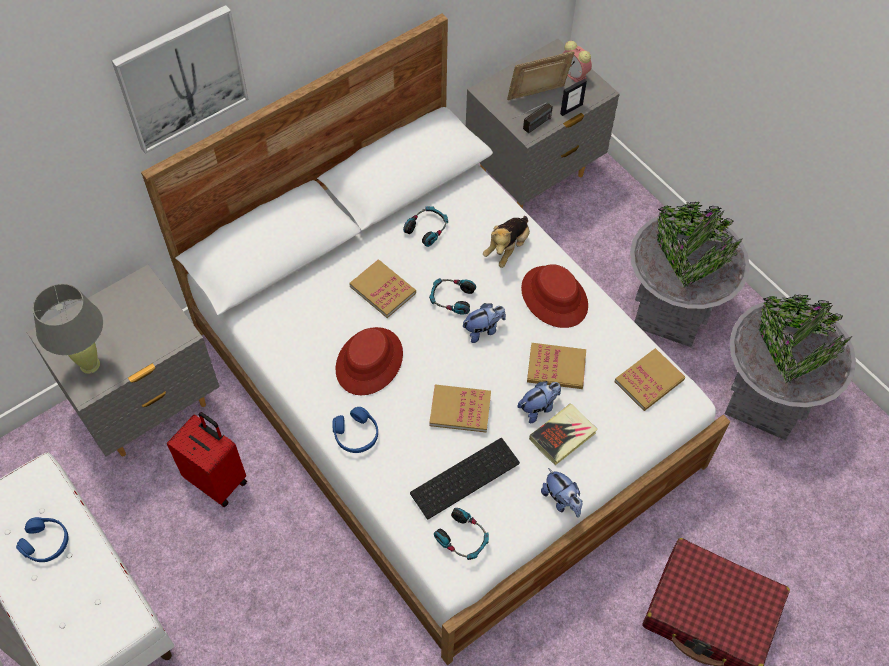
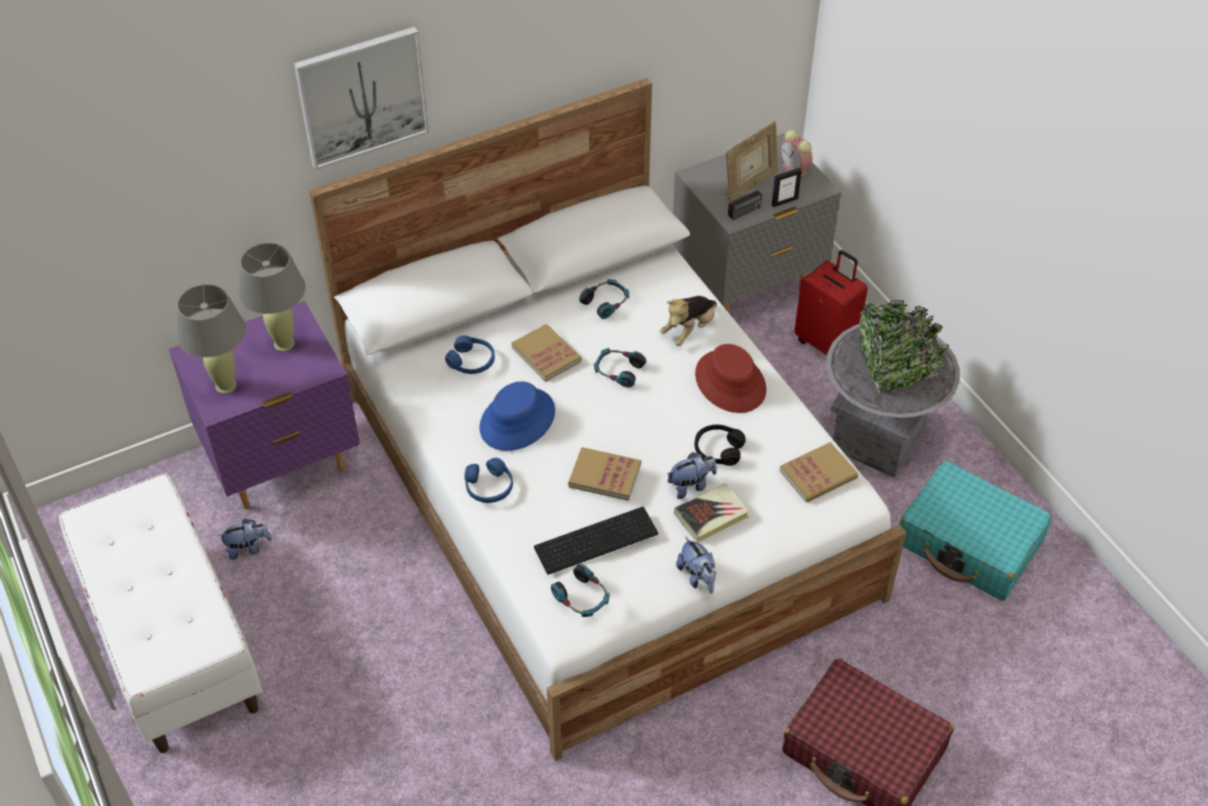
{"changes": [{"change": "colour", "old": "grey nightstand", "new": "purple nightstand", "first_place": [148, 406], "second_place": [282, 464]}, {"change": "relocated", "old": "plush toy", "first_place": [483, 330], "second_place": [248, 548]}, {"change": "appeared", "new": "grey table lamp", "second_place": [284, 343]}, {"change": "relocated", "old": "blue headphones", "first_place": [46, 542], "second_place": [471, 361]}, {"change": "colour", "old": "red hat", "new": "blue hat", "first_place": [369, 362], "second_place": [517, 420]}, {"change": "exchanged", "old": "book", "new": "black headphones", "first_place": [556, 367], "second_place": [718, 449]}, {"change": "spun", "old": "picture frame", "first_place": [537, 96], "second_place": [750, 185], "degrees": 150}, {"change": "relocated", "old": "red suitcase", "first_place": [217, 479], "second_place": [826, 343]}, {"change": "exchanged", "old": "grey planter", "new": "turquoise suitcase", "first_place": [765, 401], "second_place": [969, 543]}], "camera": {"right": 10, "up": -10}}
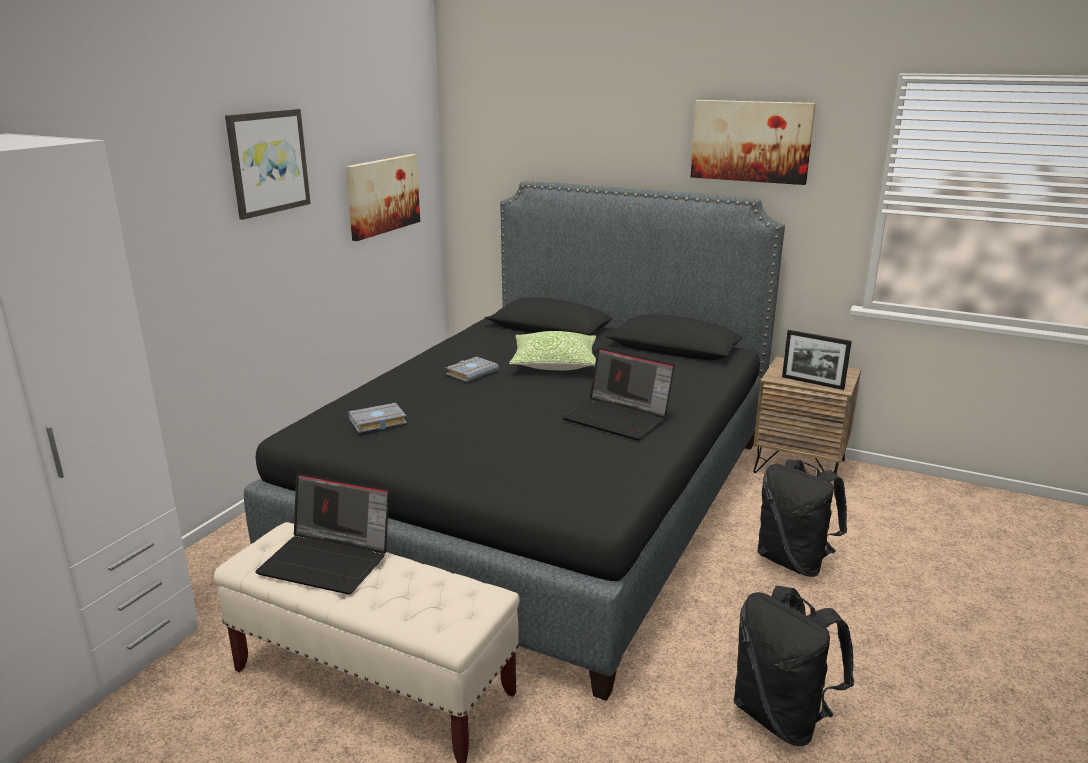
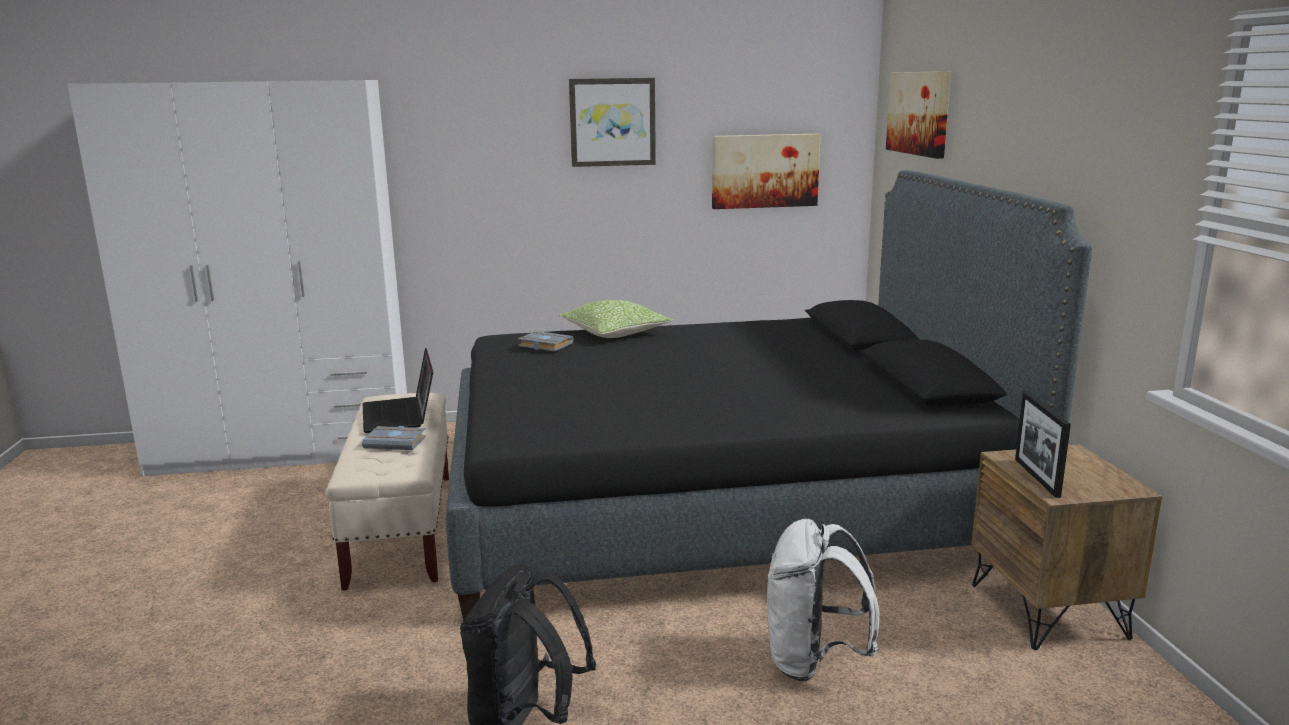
{"changes": [{"change": "relocated", "old": "grey book", "first_place": [472, 372], "second_place": [396, 442]}, {"change": "relocated", "old": "pillow", "first_place": [554, 364], "second_place": [615, 333]}, {"change": "colour", "old": "black backpack", "new": "white backpack", "first_place": [794, 561], "second_place": [814, 661]}, {"change": "relocated", "old": "picture", "first_place": [751, 141], "second_place": [919, 113]}, {"change": "missing", "old": "laptop", "first_place": [618, 418]}], "camera": {"right": 55, "up": -5}}
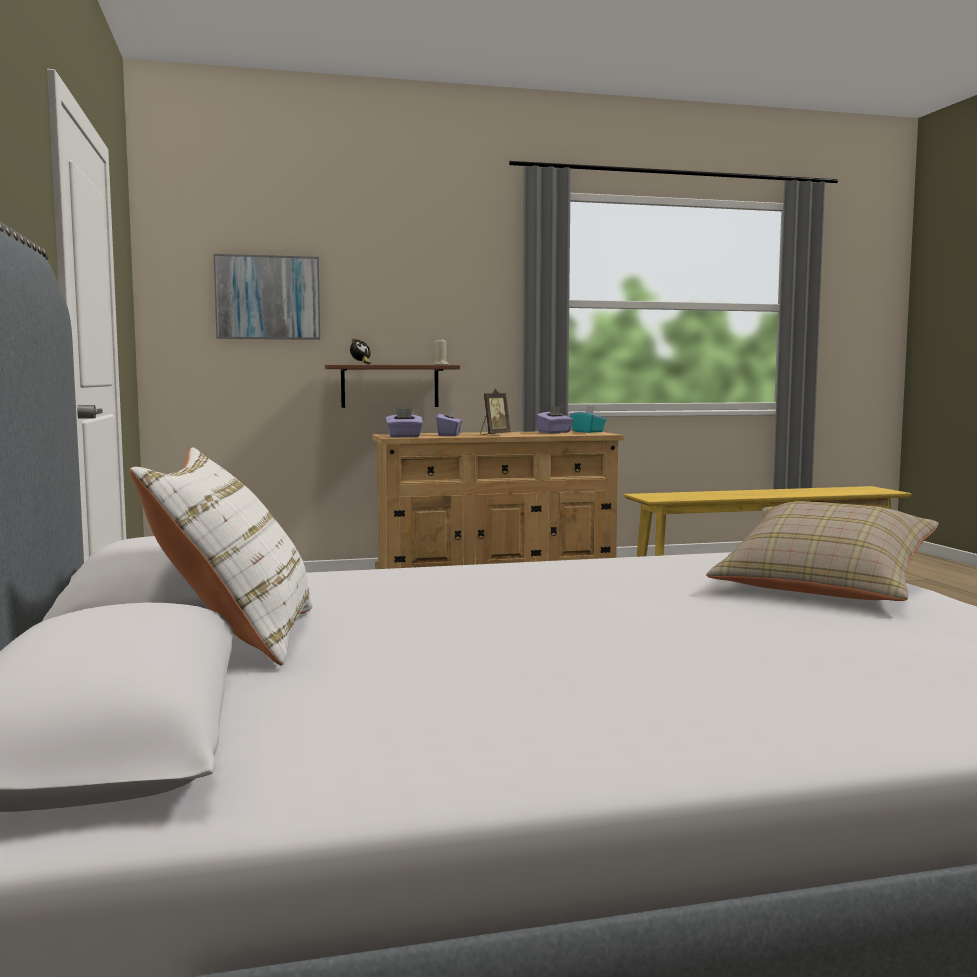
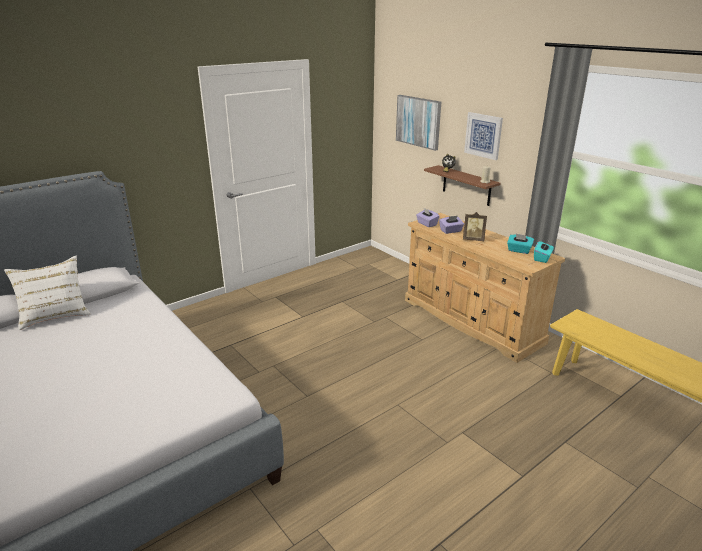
{"changes": [{"change": "appeared", "new": "picture", "second_place": [483, 135]}, {"change": "colour", "old": "purple tissue box", "new": "turquoise tissue box", "first_place": [554, 432], "second_place": [519, 250]}, {"change": "missing", "old": "beige pillow", "first_place": [823, 587]}], "camera": {"right": 65, "up": 20}}
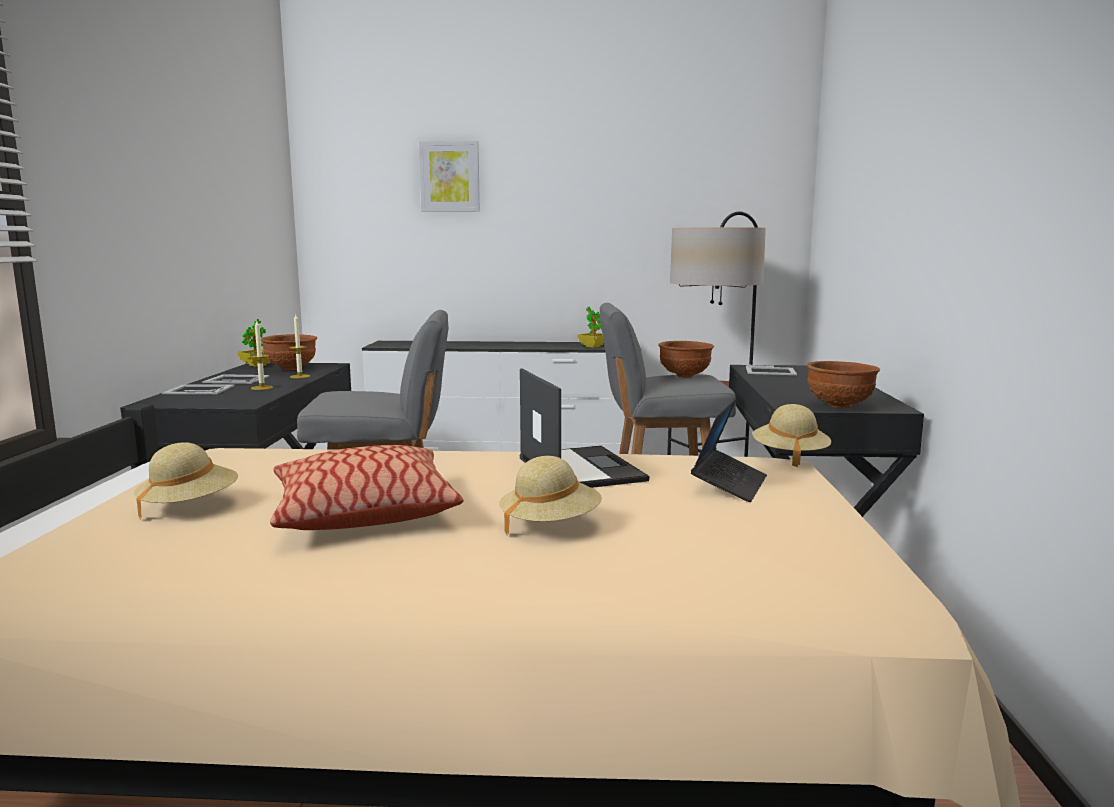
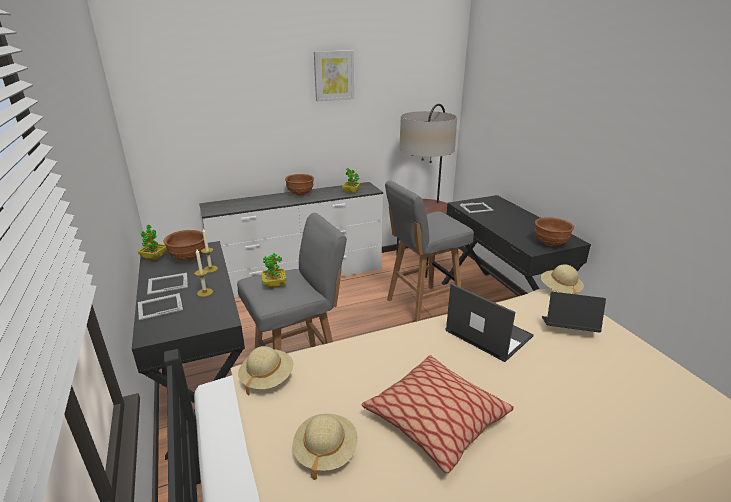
{"changes": [{"change": "relocated", "old": "beige hat", "first_place": [550, 524], "second_place": [267, 378]}, {"change": "appeared", "new": "potted plant", "second_place": [274, 284]}, {"change": "relocated", "old": "brown bowl", "first_place": [685, 376], "second_place": [300, 194]}, {"change": "relocated", "old": "picture", "first_place": [450, 176], "second_place": [334, 75]}, {"change": "spun", "old": "laptop", "first_place": [729, 484], "second_place": [568, 328], "degrees": -75}], "camera": {"right": -25, "up": 15}}
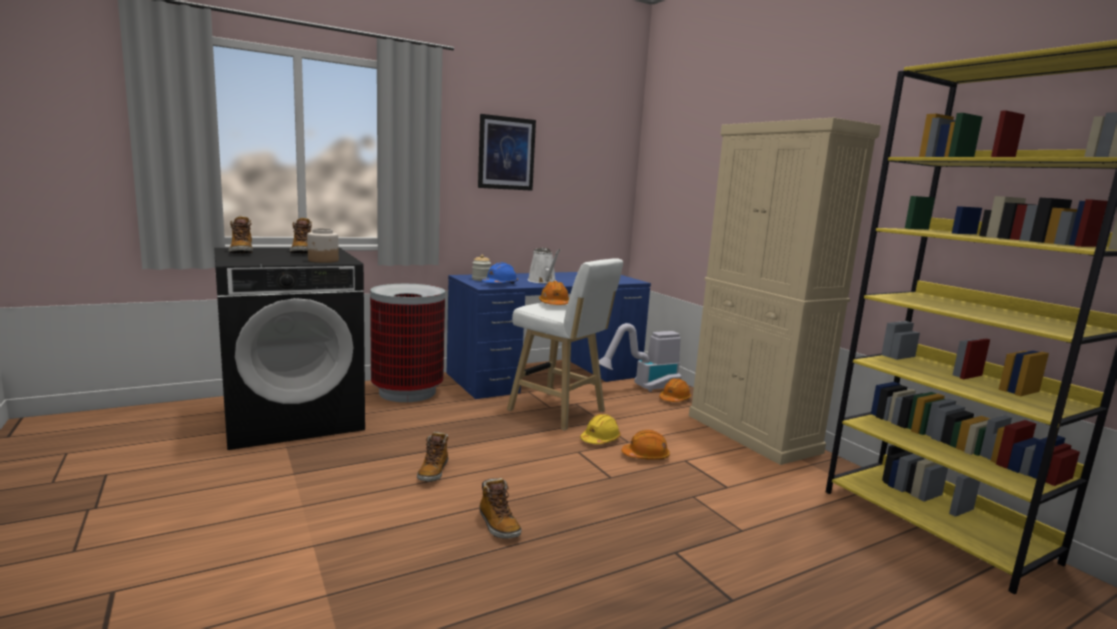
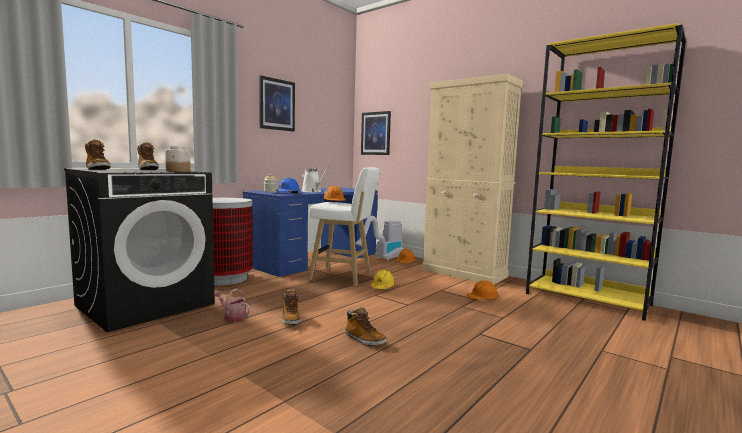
{"changes": [{"change": "appeared", "new": "watering can", "second_place": [232, 317]}, {"change": "appeared", "new": "picture", "second_place": [375, 133]}, {"change": "relocated", "old": "orange hard hat", "first_place": [645, 456], "second_place": [483, 299]}], "camera": {"right": -20, "up": -5}}
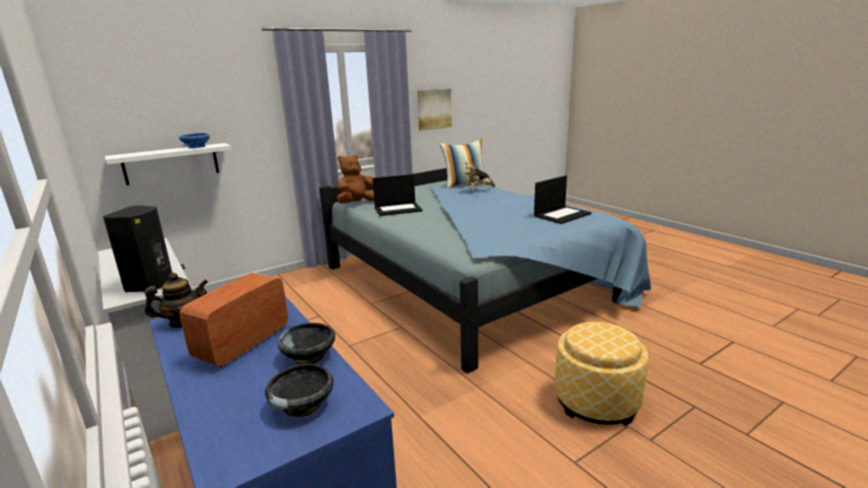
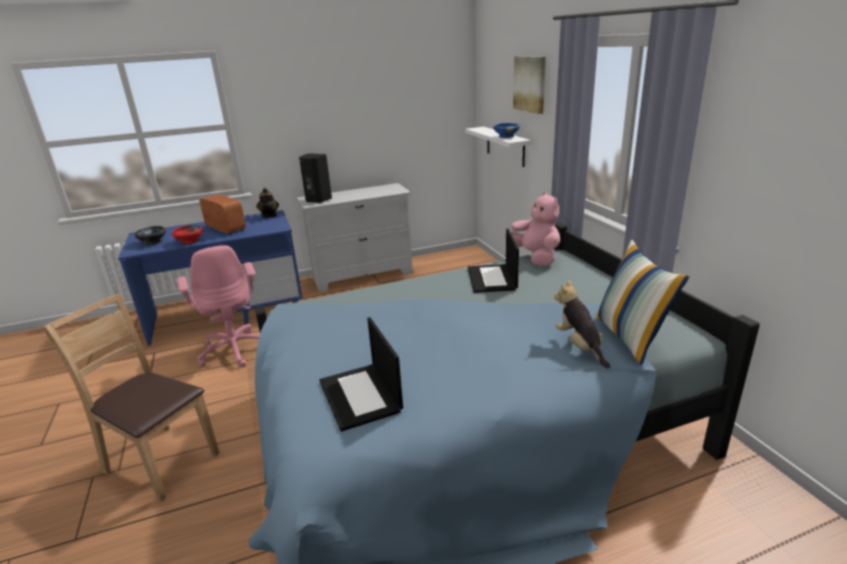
{"changes": [{"change": "exchanged", "old": "ottoman", "new": "brown chair", "first_place": [596, 401], "second_place": [162, 461]}, {"change": "colour", "old": "black bowl", "new": "red bowl", "first_place": [309, 357], "second_place": [189, 241]}, {"change": "appeared", "new": "pink office chair", "second_place": [235, 349]}, {"change": "colour", "old": "brown plush toy", "new": "pink plush toy", "first_place": [357, 203], "second_place": [535, 257]}, {"change": "relocated", "old": "picture", "first_place": [434, 109], "second_place": [530, 84]}], "camera": {"right": 105, "up": 5}}
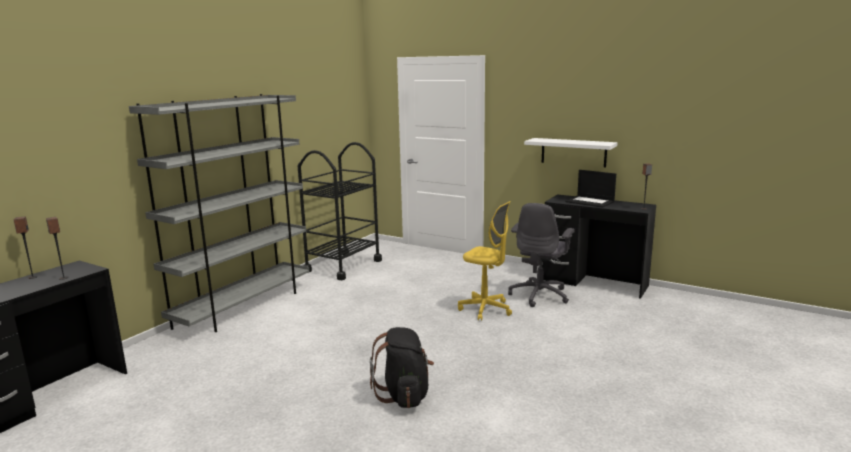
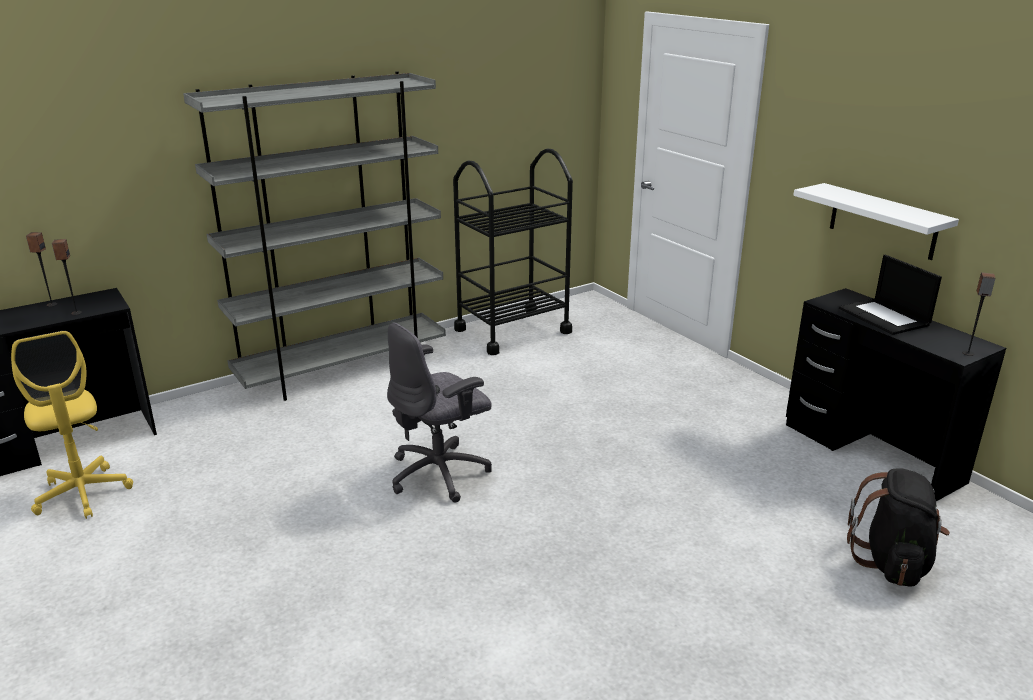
{"changes": [{"change": "relocated", "old": "yellow office chair", "first_place": [485, 309], "second_place": [83, 494]}, {"change": "relocated", "old": "grey office chair", "first_place": [540, 295], "second_place": [440, 473]}, {"change": "relocated", "old": "black backpack", "first_place": [404, 395], "second_place": [892, 562]}], "camera": {"right": 25, "up": 10}}
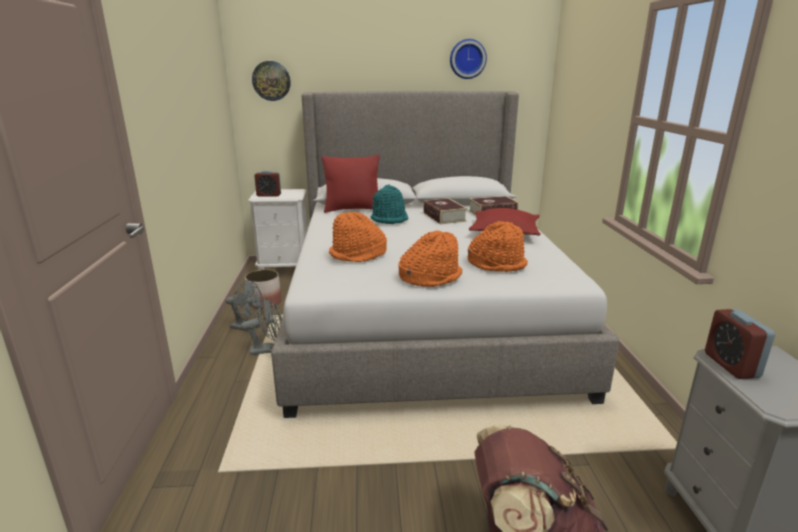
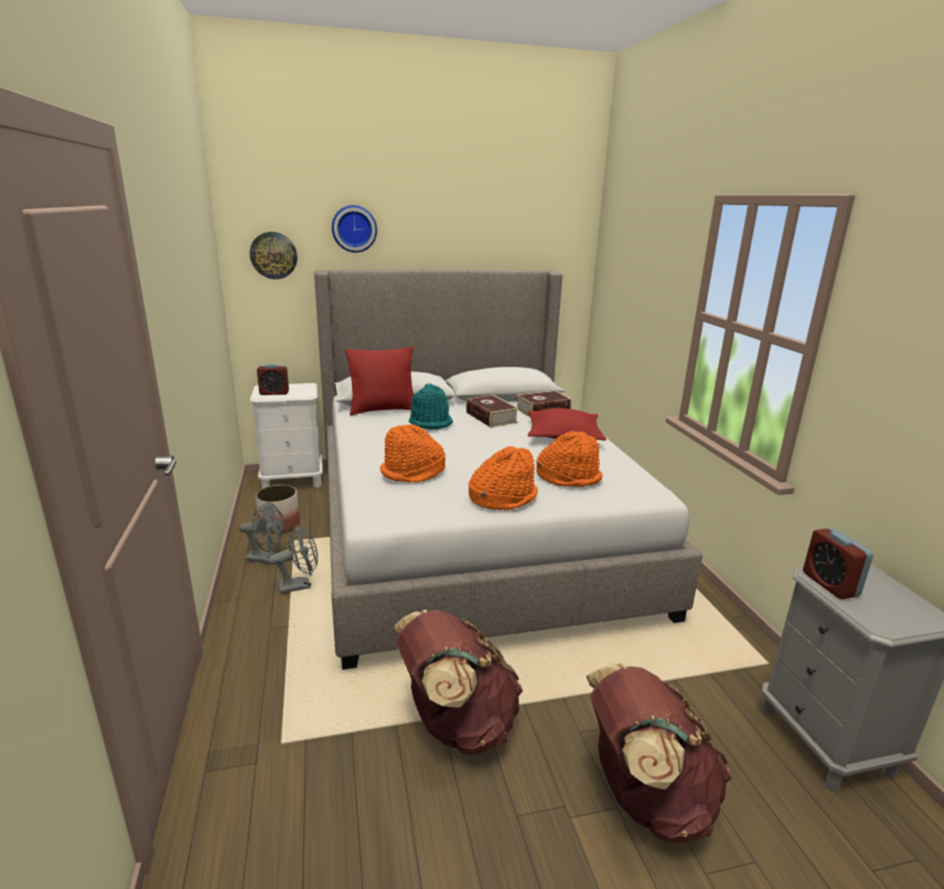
{"changes": [{"change": "relocated", "old": "wall clock", "first_place": [467, 59], "second_place": [354, 228]}, {"change": "appeared", "new": "brown backpack", "second_place": [456, 724]}], "camera": {"right": -10, "up": 0}}
